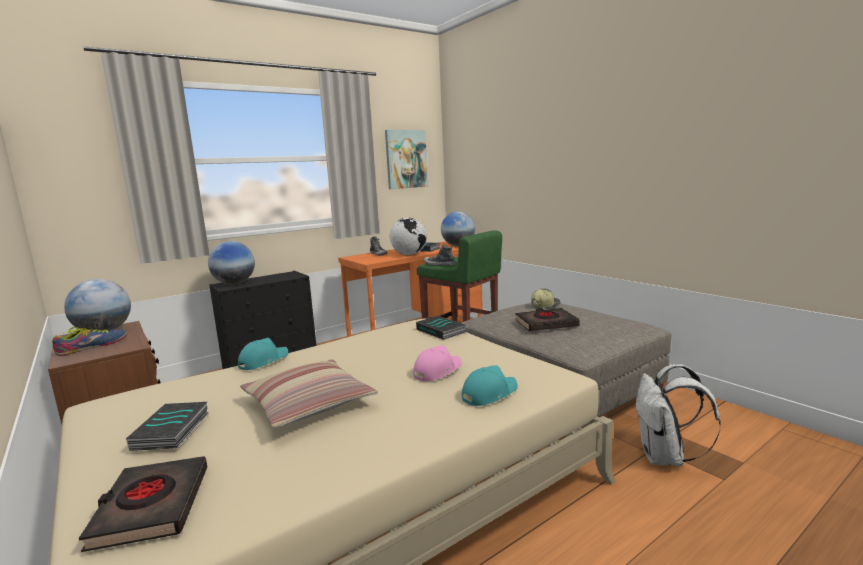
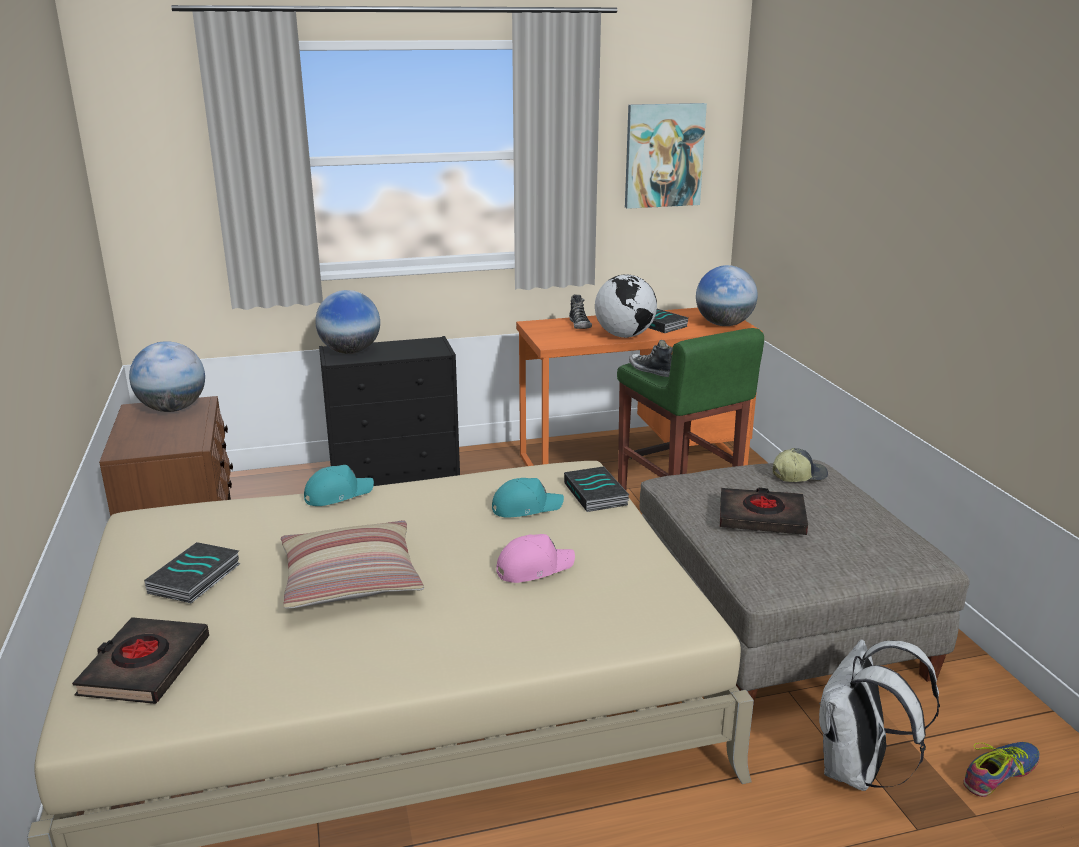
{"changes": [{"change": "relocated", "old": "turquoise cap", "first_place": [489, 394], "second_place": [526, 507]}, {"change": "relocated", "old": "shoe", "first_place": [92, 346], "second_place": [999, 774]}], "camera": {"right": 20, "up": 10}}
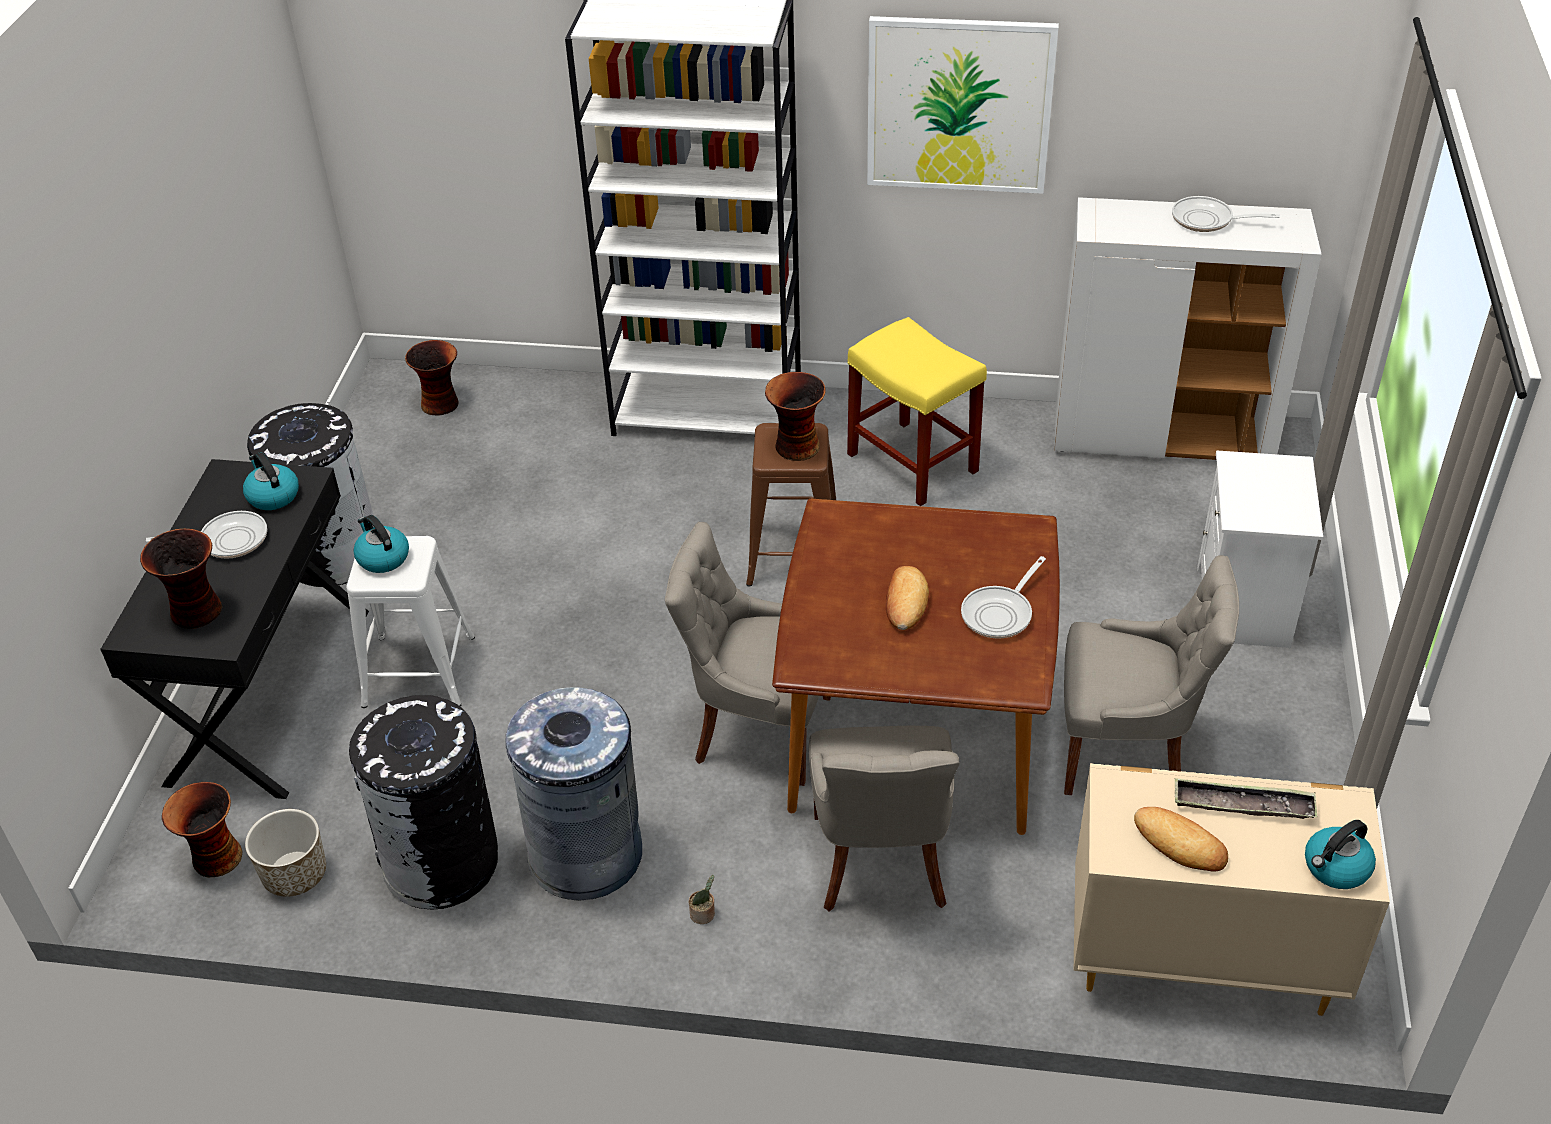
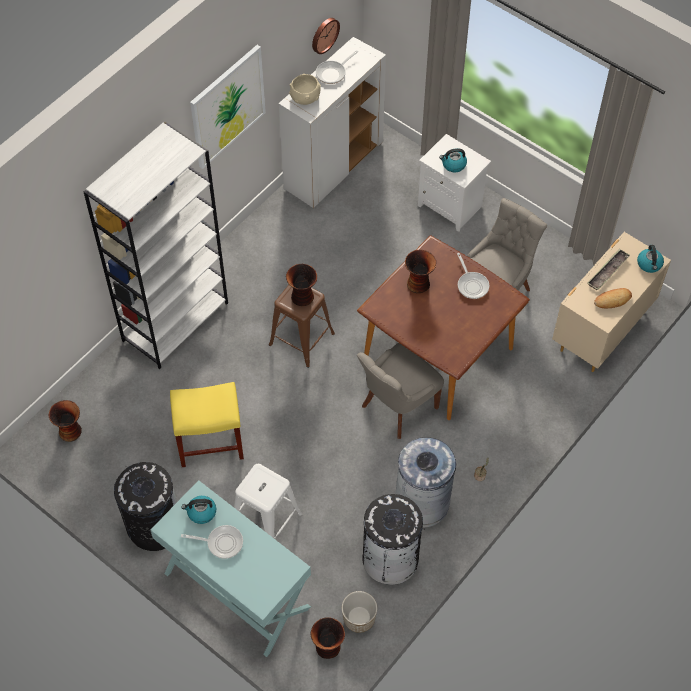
{"changes": [{"change": "colour", "old": "black console table", "new": "turquoise console table", "first_place": [268, 694], "second_place": [236, 590]}, {"change": "relocated", "old": "yellow stool", "first_place": [914, 463], "second_place": [211, 442]}, {"change": "spun", "old": "frying pan", "first_place": [228, 540], "second_place": [221, 542], "degrees": 75}, {"change": "appeared", "new": "beige bowl", "second_place": [305, 96]}, {"change": "appeared", "new": "wall clock", "second_place": [324, 35]}, {"change": "relocated", "old": "vase", "first_place": [198, 611], "second_place": [419, 283]}, {"change": "relocated", "old": "kettle", "first_place": [382, 558], "second_place": [453, 165]}, {"change": "missing", "old": "grey chair", "first_place": [881, 863]}, {"change": "missing", "old": "bread", "first_place": [905, 602]}], "camera": {"right": -60, "up": 15}}
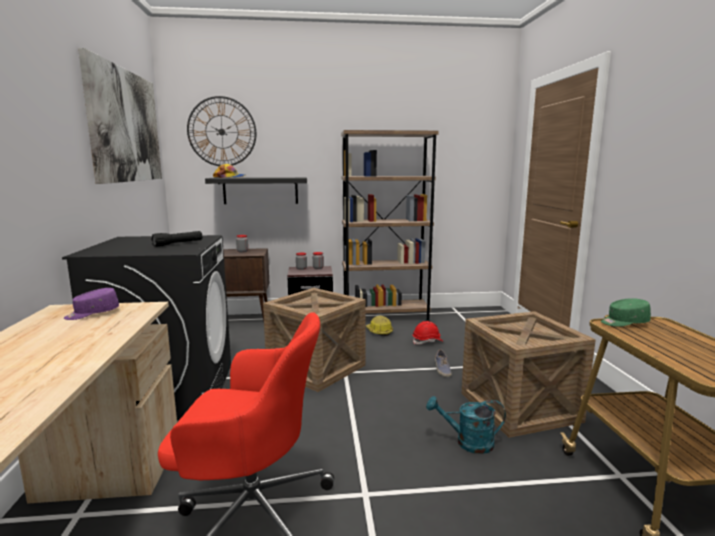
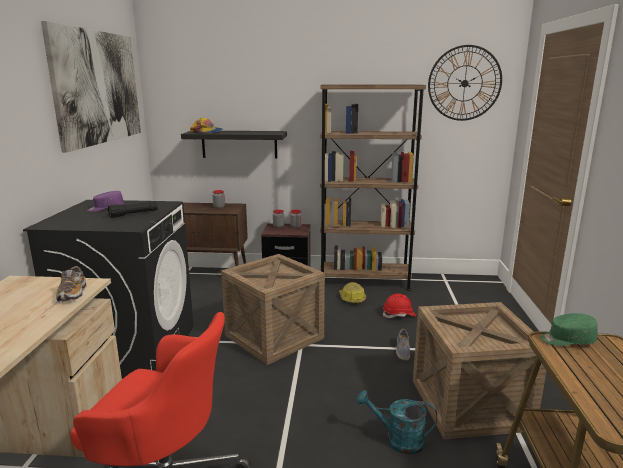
{"changes": [{"change": "appeared", "new": "shoe", "second_place": [73, 294]}, {"change": "relocated", "old": "purple cap", "first_place": [92, 314], "second_place": [106, 208]}, {"change": "relocated", "old": "wall clock", "first_place": [222, 132], "second_place": [464, 83]}], "camera": {"right": 10, "up": 5}}
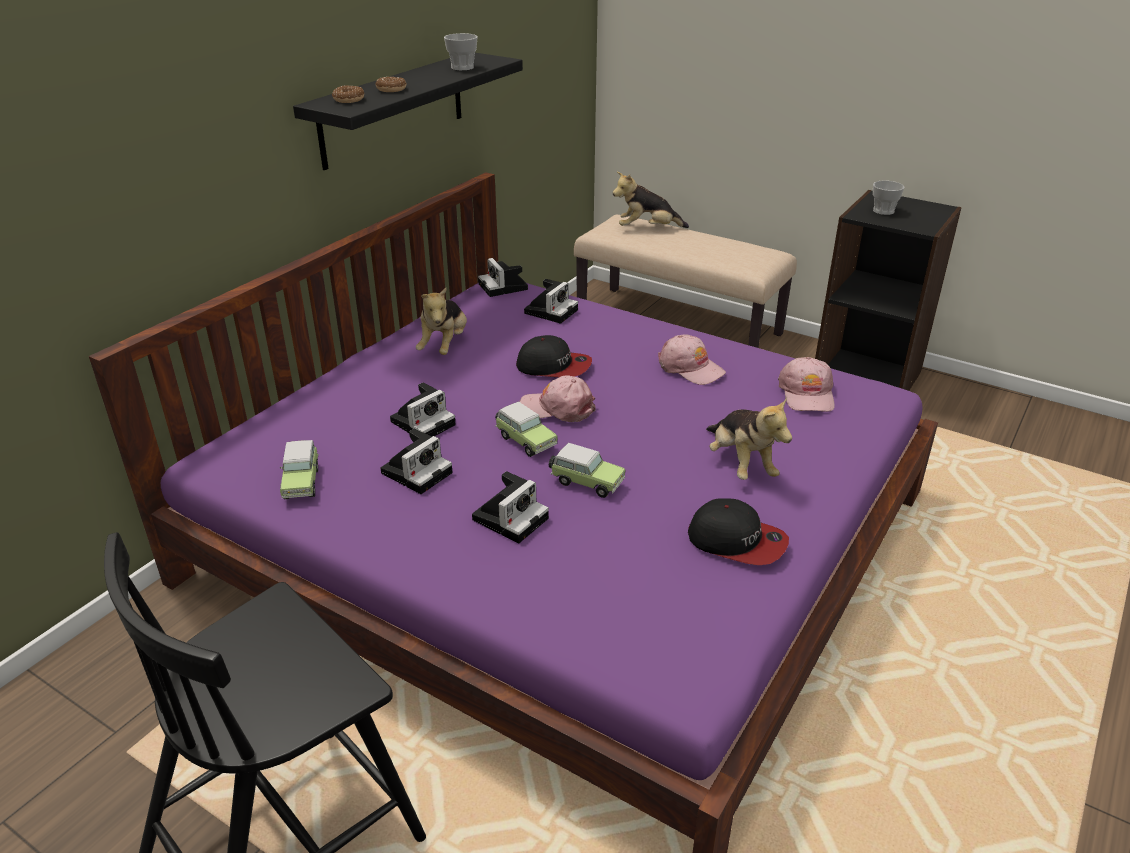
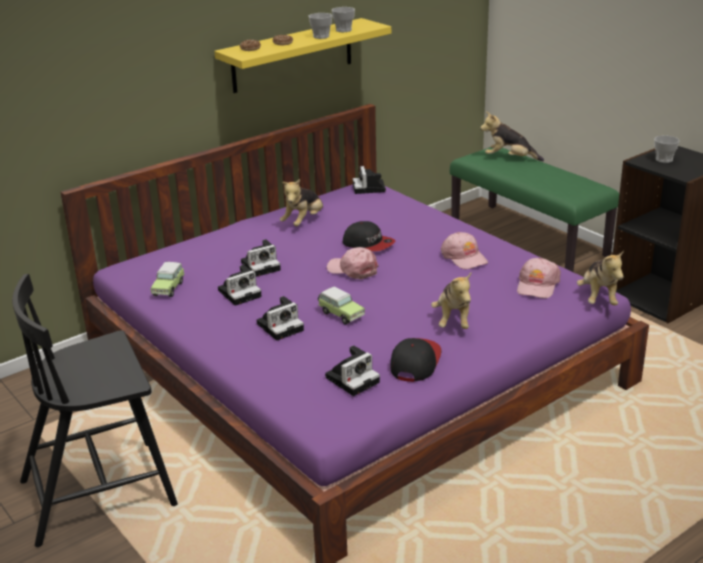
{"changes": [{"change": "colour", "old": "black shelf", "new": "yellow shelf", "first_place": [393, 109], "second_place": [292, 55]}, {"change": "appeared", "new": "cup", "second_place": [321, 36]}, {"change": "relocated", "old": "photo camera", "first_place": [551, 310], "second_place": [353, 379]}, {"change": "spun", "old": "cap", "first_place": [737, 541], "second_place": [415, 362], "degrees": -120}, {"change": "colour", "old": "beige bench", "new": "green bench", "first_place": [679, 324], "second_place": [529, 238]}, {"change": "appeared", "new": "plush toy", "second_place": [598, 298]}, {"change": "missing", "old": "toy car", "first_place": [525, 440]}], "camera": {"right": 20, "up": -5}}
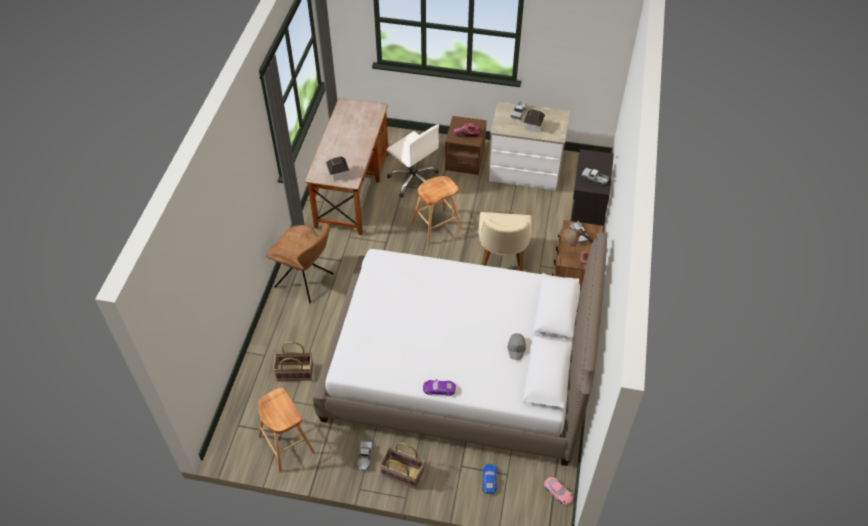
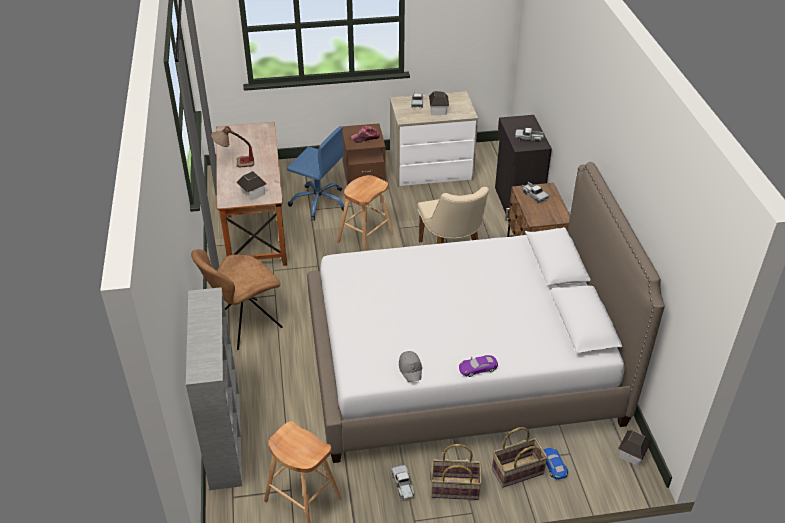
{"changes": [{"change": "appeared", "new": "grey bookcase", "second_place": [224, 438]}, {"change": "spun", "old": "brown chair", "first_place": [306, 281], "second_place": [244, 325], "degrees": 135}, {"change": "relocated", "old": "table lamp", "first_place": [578, 257], "second_place": [235, 163]}, {"change": "colour", "old": "white office chair", "new": "blue office chair", "first_place": [414, 180], "second_place": [319, 202]}, {"change": "relocated", "old": "grey cap", "first_place": [516, 348], "second_place": [410, 369]}, {"change": "relocated", "old": "basket", "first_place": [294, 373], "second_place": [517, 472]}, {"change": "exchanged", "old": "pink toy car", "new": "toy house", "first_place": [558, 492], "second_place": [632, 454]}], "camera": {"right": -20, "up": -10}}
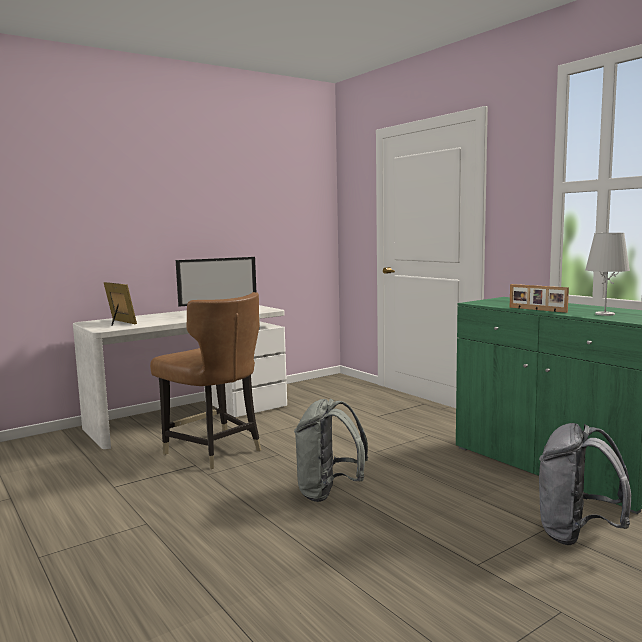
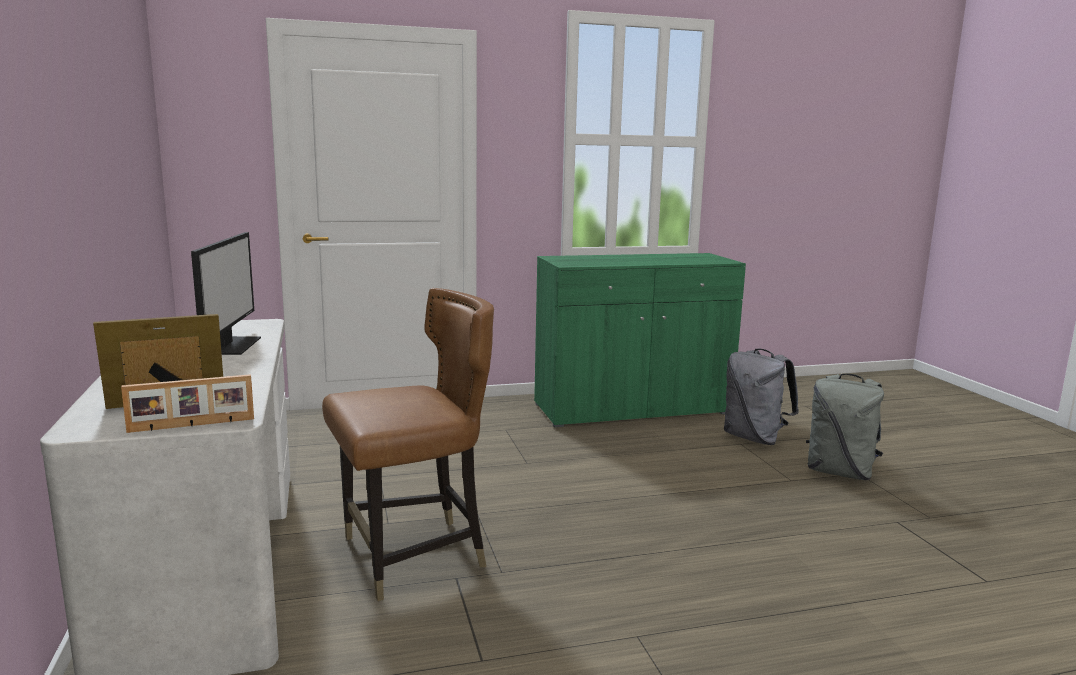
{"changes": [{"change": "relocated", "old": "picture frame", "first_place": [537, 310], "second_place": [192, 425]}, {"change": "relocated", "old": "grey backpack", "first_place": [329, 493], "second_place": [840, 472]}, {"change": "missing", "old": "white table lamp", "first_place": [605, 314]}], "camera": {"right": -70, "up": 5}}
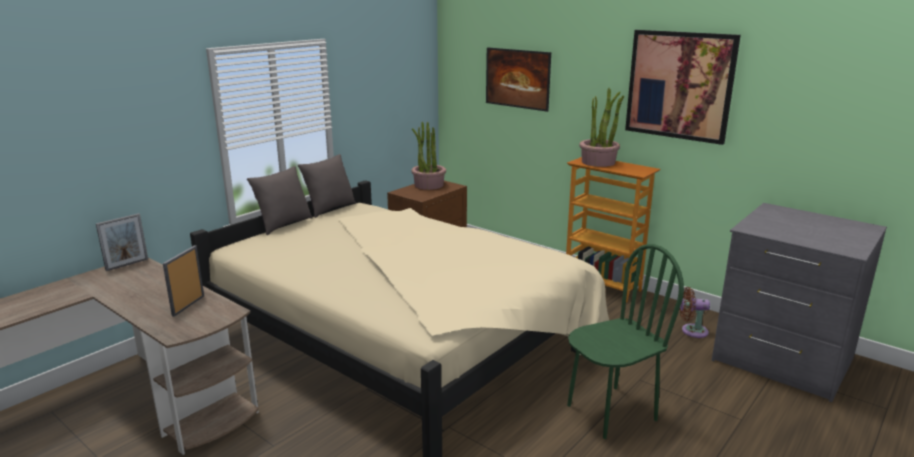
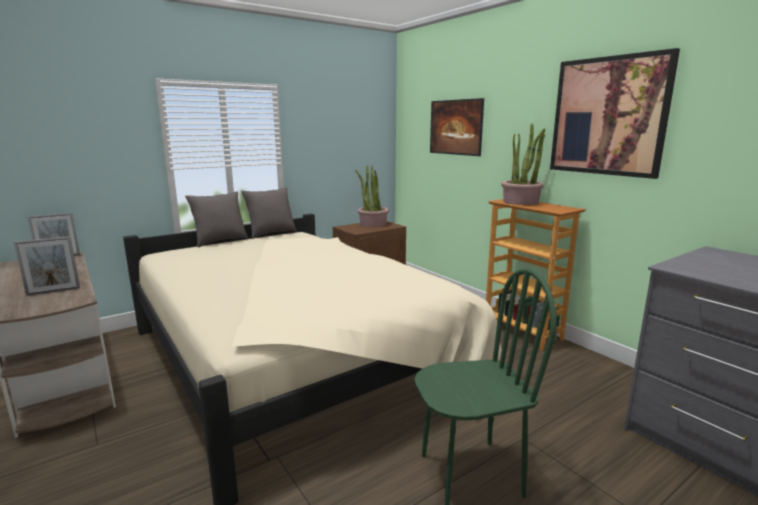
{"changes": [{"change": "spun", "old": "picture frame", "first_place": [188, 305], "second_place": [53, 291], "degrees": -150}, {"change": "missing", "old": "brown fan", "first_place": [691, 331]}], "camera": {"right": 15, "up": -5}}
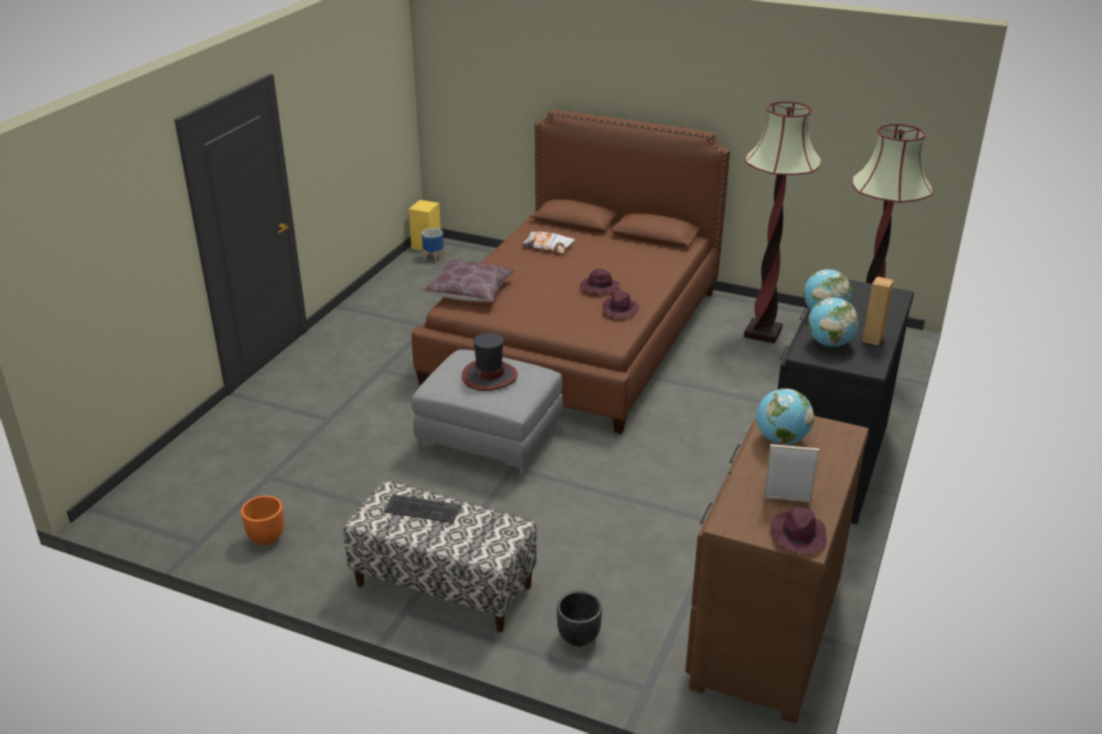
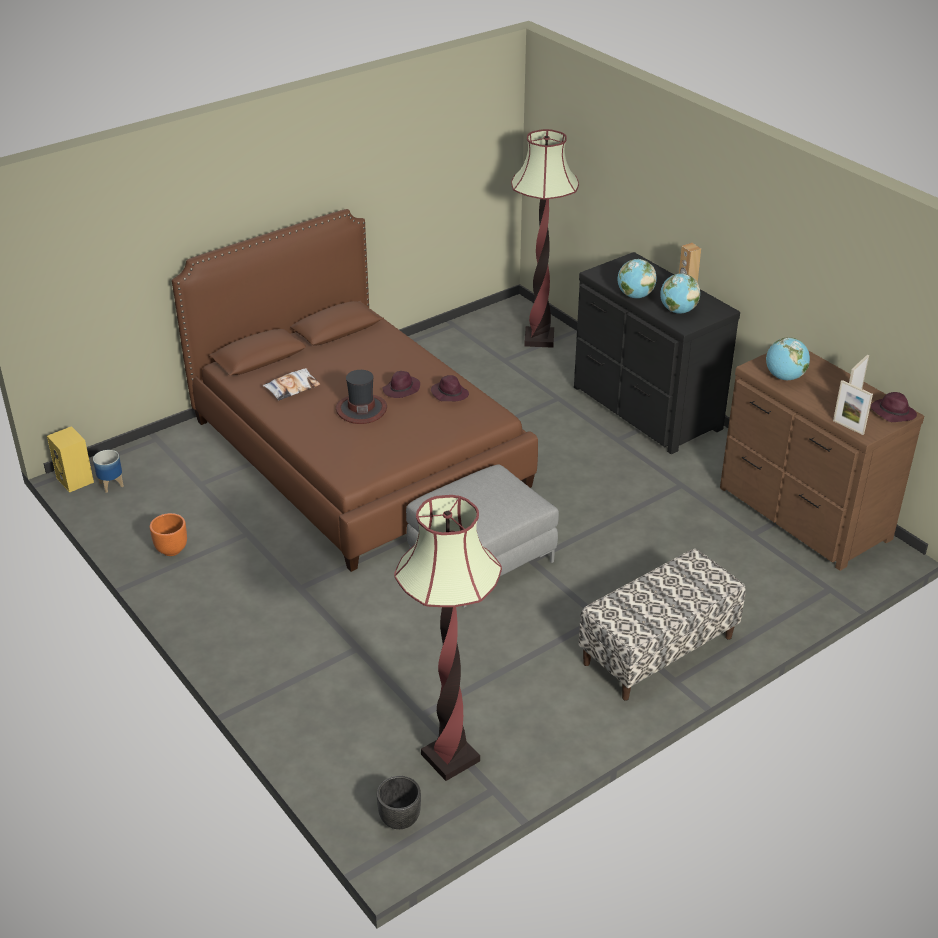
{"changes": [{"change": "relocated", "old": "orange planter", "first_place": [266, 537], "second_place": [171, 550]}, {"change": "relocated", "old": "hat", "first_place": [489, 376], "second_place": [361, 409]}, {"change": "relocated", "old": "black planter", "first_place": [578, 638], "second_place": [400, 820]}, {"change": "relocated", "old": "floor lamp", "first_place": [763, 333], "second_place": [450, 757]}, {"change": "appeared", "new": "picture frame", "second_place": [848, 427]}, {"change": "missing", "old": "keyboard", "first_place": [422, 509]}, {"change": "missing", "old": "brown pillow", "first_place": [470, 292]}], "camera": {"right": -60, "up": 5}}
